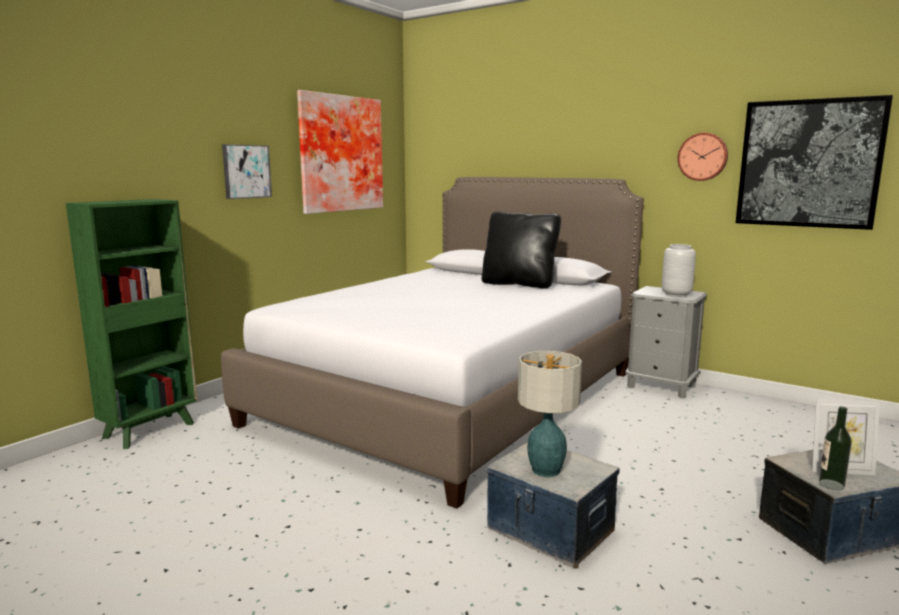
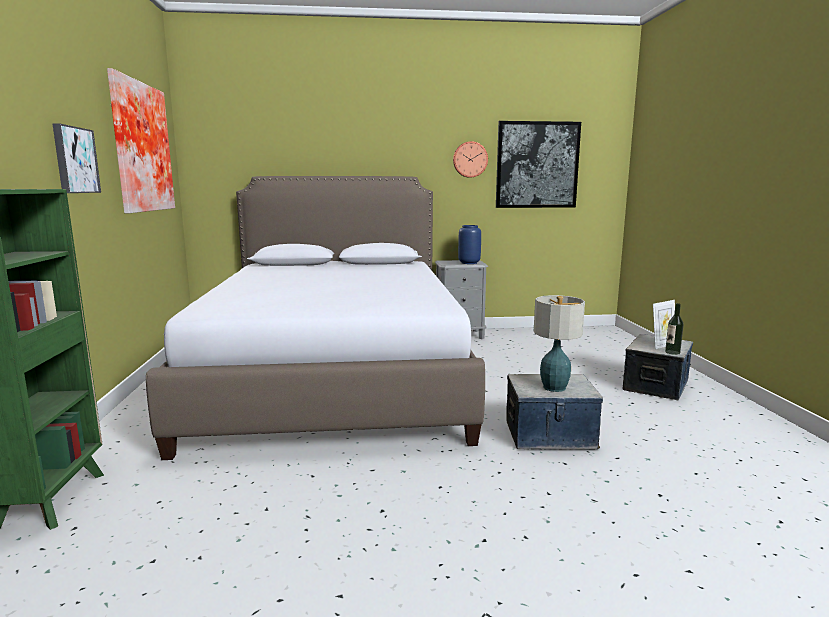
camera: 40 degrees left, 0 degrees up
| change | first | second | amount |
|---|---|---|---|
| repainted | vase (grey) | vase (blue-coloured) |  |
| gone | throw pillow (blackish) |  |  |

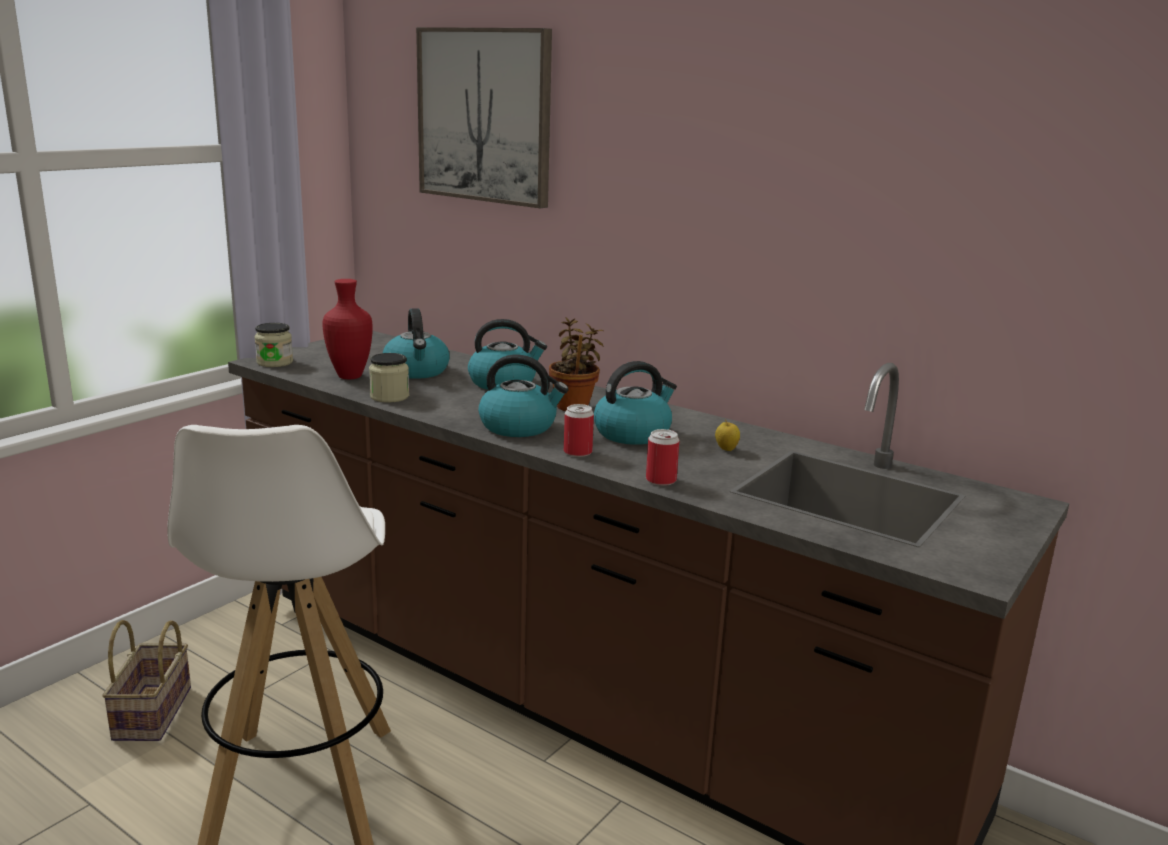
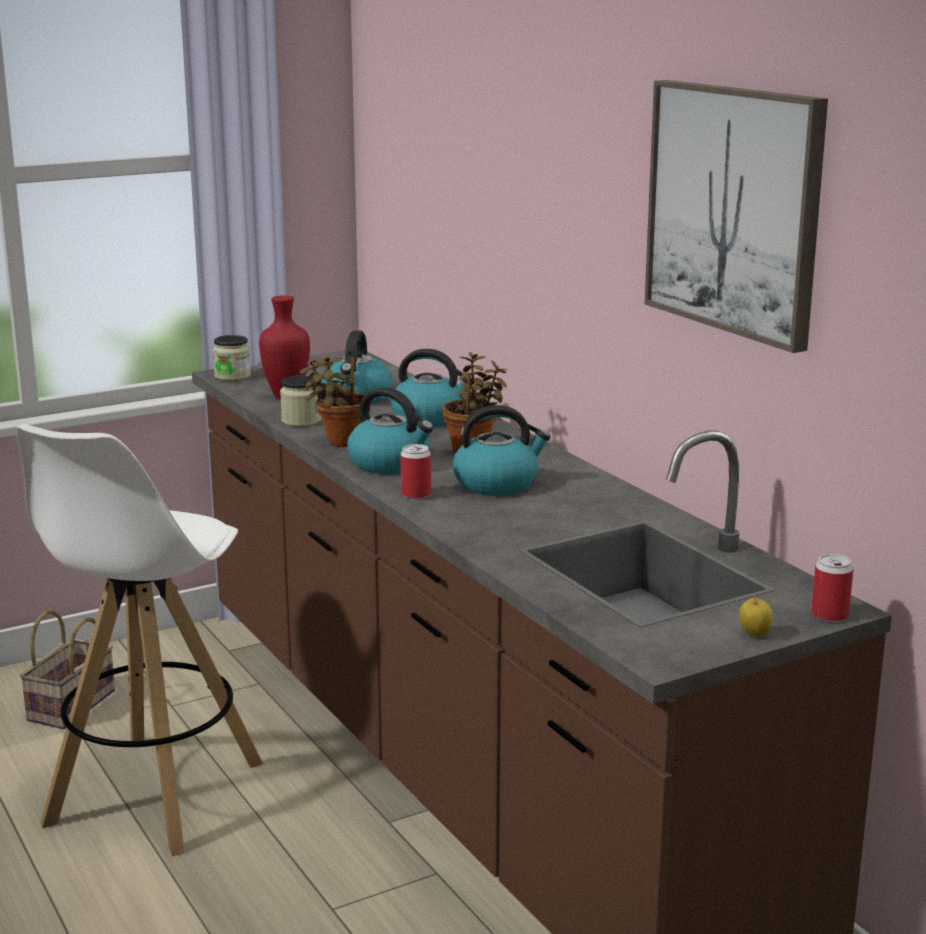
camera: 25 degrees right, 0 degrees up
| change | first | second | amount |
|---|---|---|---|
| new |  | plant in a pot (no. 1 from left) |  |
| shifted | wall picture |  |  |
| shifted | apple fruit |  |  |
| shifted | can (no. 2 from left) |  |  |

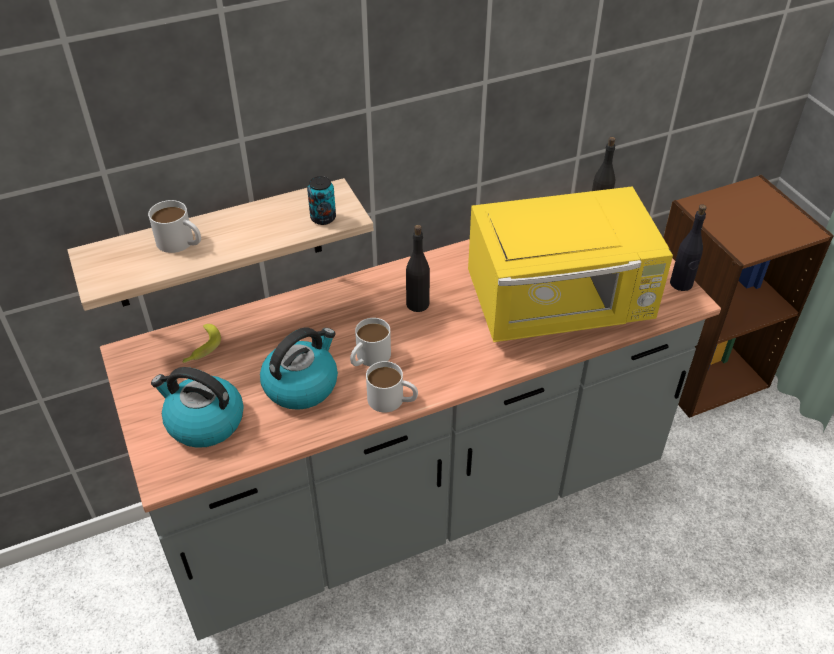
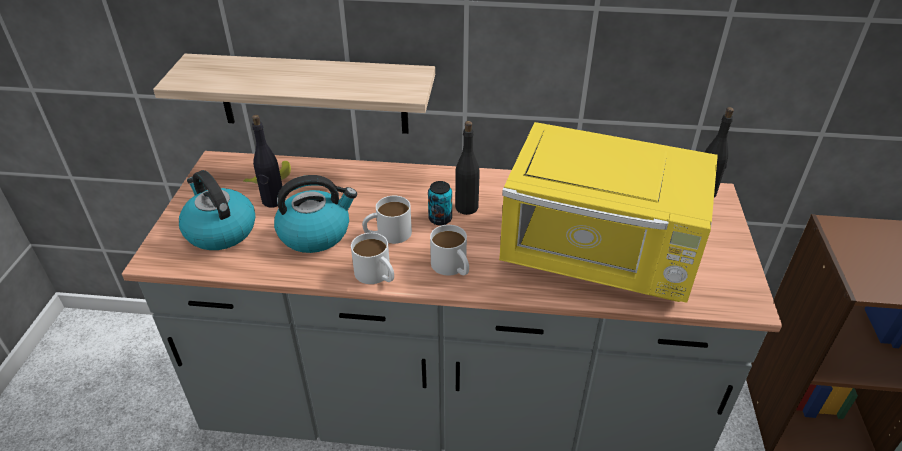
camera: 30 degrees right, 5 degrees down
| change | first | second | amount |
|---|---|---|---|
| shifted | beverage bottle (blackish) (no. 3 from left in the first image) | beverage bottle (blackish) (no. 1 from left) |  |
| shifted | can |  |  |
| shifted | coffee mug (whitish) (no. 1 from left in the first image) | coffee mug (whitish) (no. 3 from left) |  |

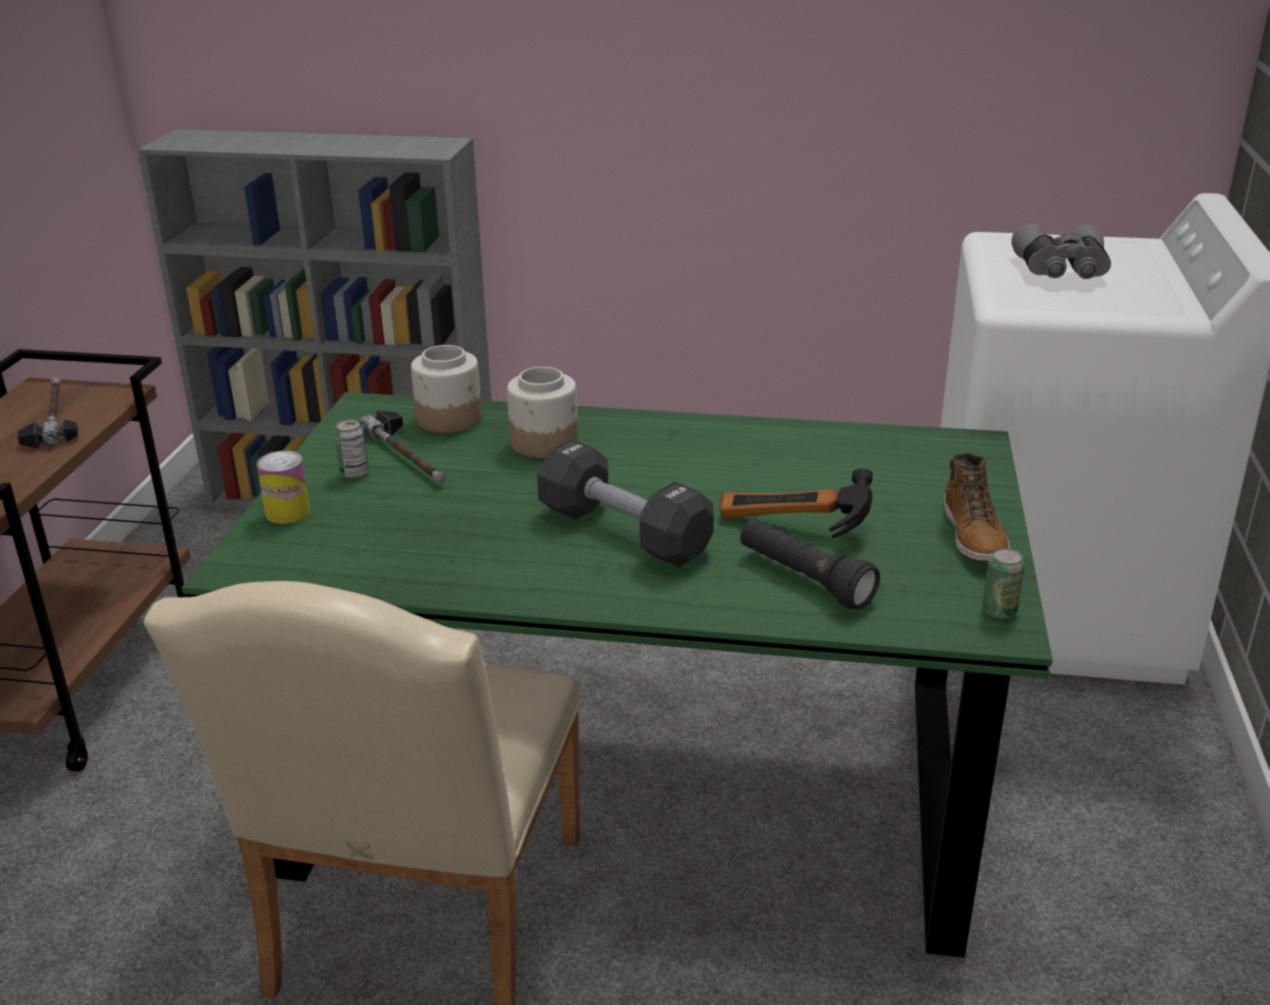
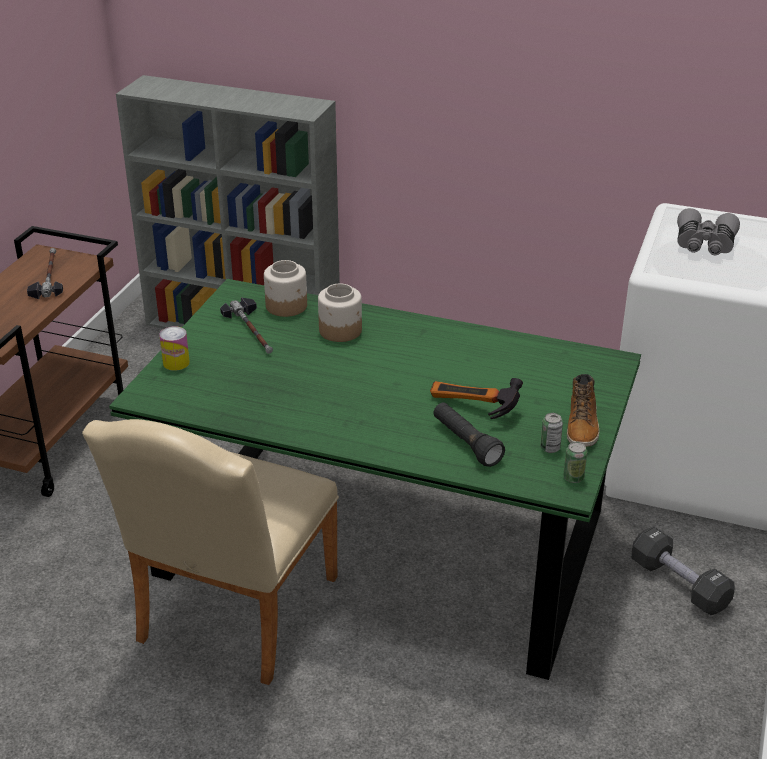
camera: 10 degrees right, 5 degrees up
| change | first | second | amount |
|---|---|---|---|
| shifted | can (no. 2 from left) |  |  |
| shifted | free weight (blackish) |  |  |

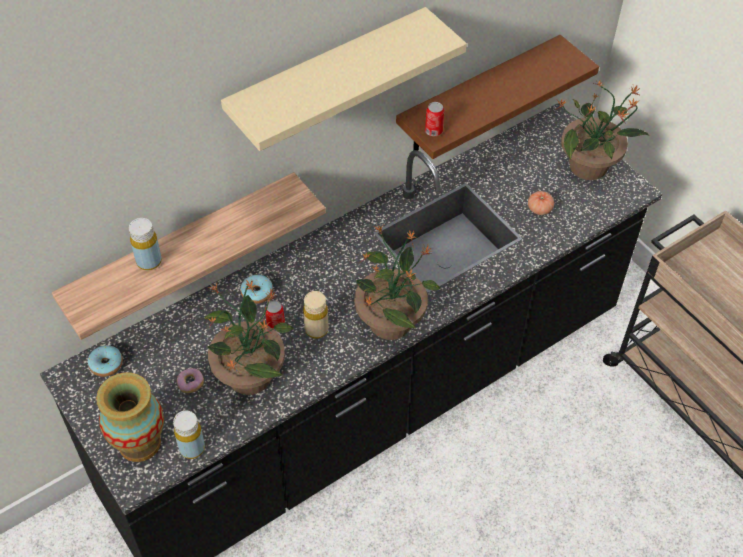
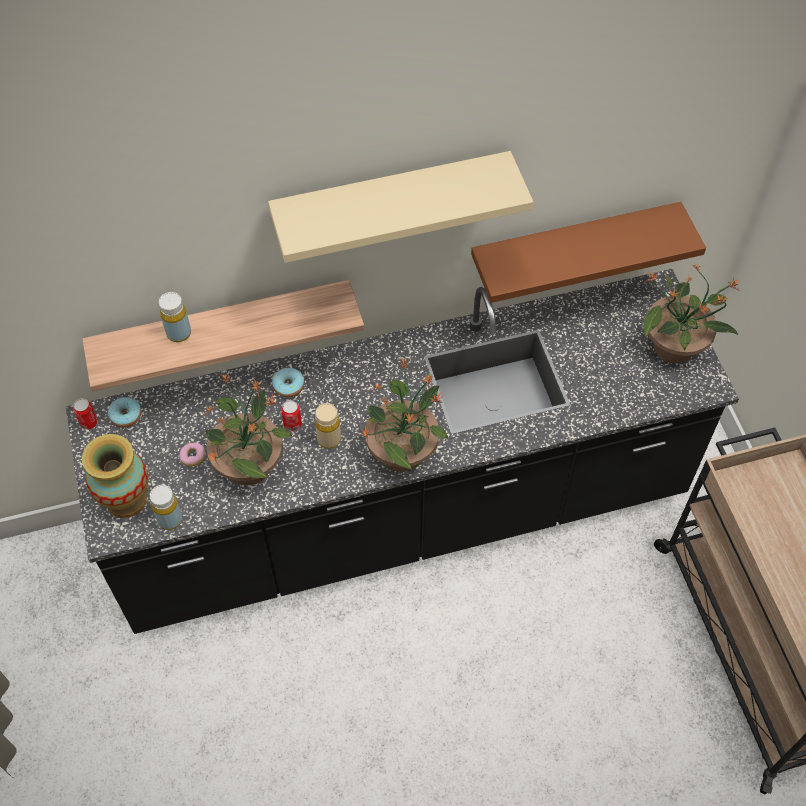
camera: 20 degrees right, 5 degrees up
| change | first | second | amount |
|---|---|---|---|
| shifted | can (no. 2 from left in the first image) | can (no. 1 from left) |  |
| gone | fresh tomato |  |  |

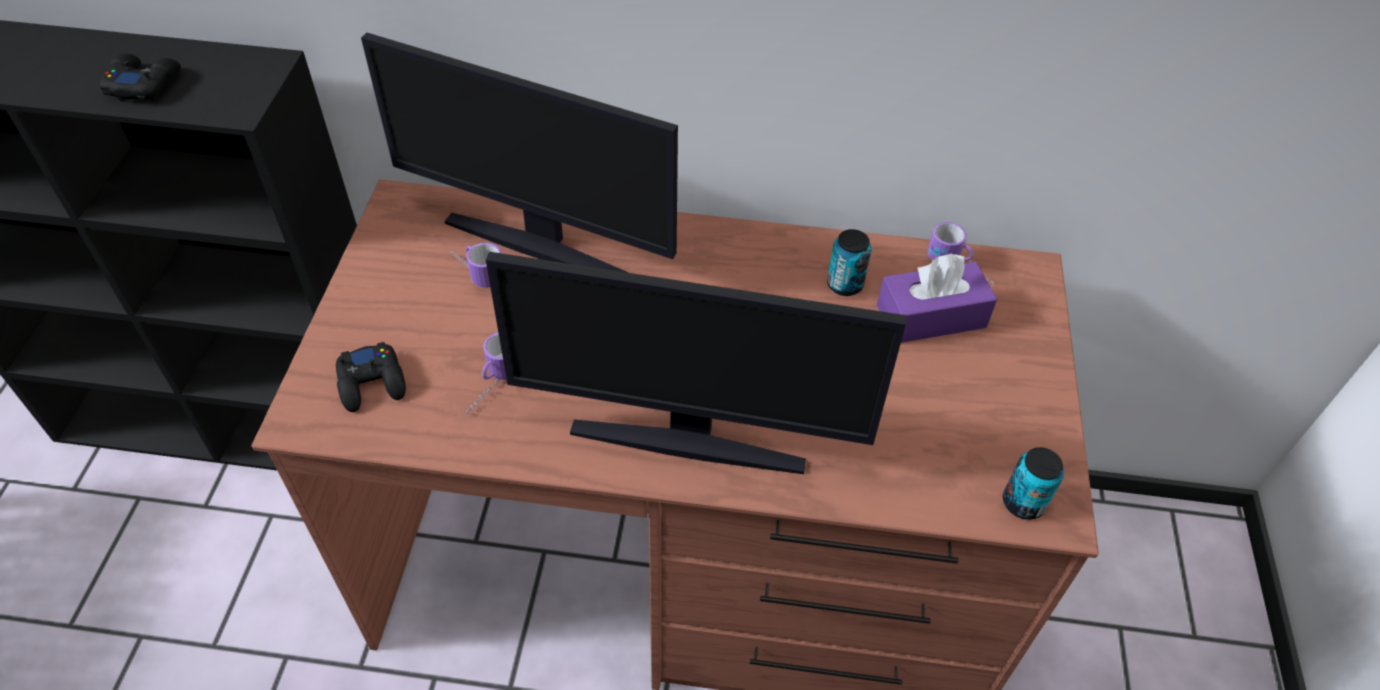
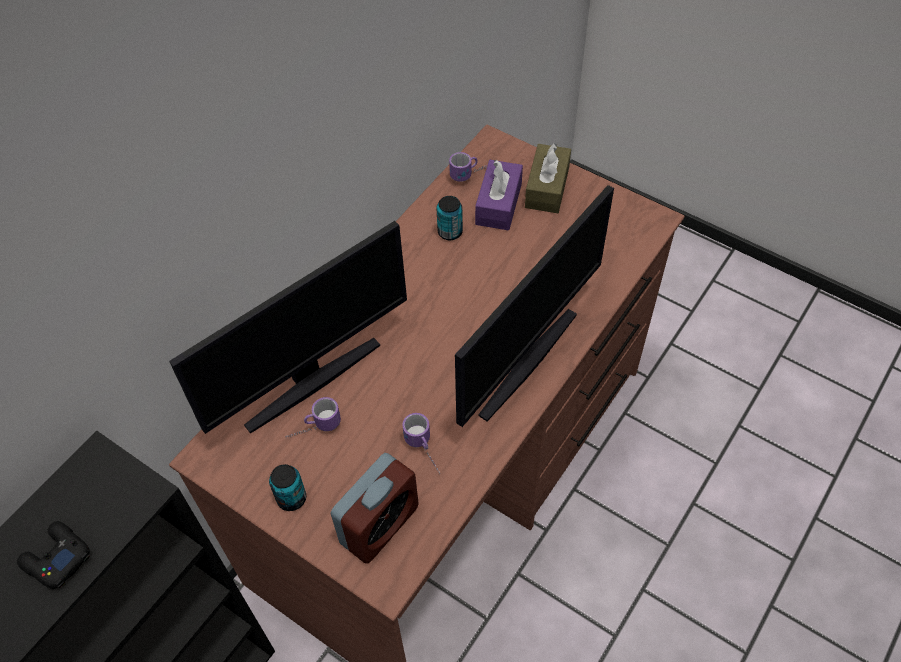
camera: 60 degrees left, 5 degrees up
| change | first | second | amount |
|---|---|---|---|
| shifted | can (no. 2 from left in the first image) | can (no. 1 from left) |  |
| swapped | game controller (blackish) (no. 2 from left) | table clock |  |
| new |  | tissue box (brown-coloured) |  |

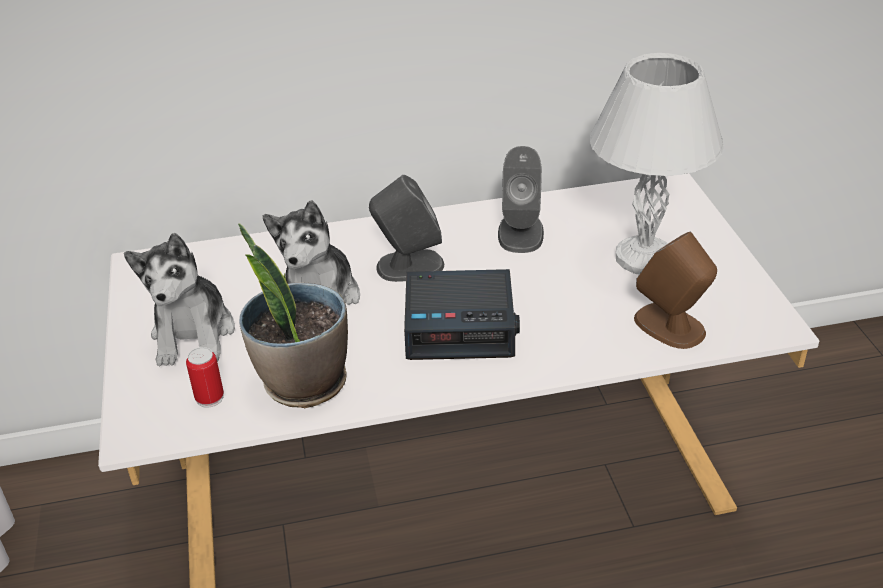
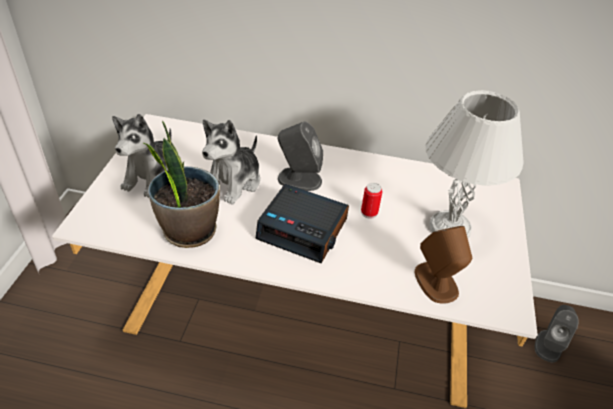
camera: 20 degrees right, 5 degrees up
| change | first | second | amount |
|---|---|---|---|
| shifted | can |  |  |
| shifted | loudspeaker (grey) (no. 2 from left) |  |  |

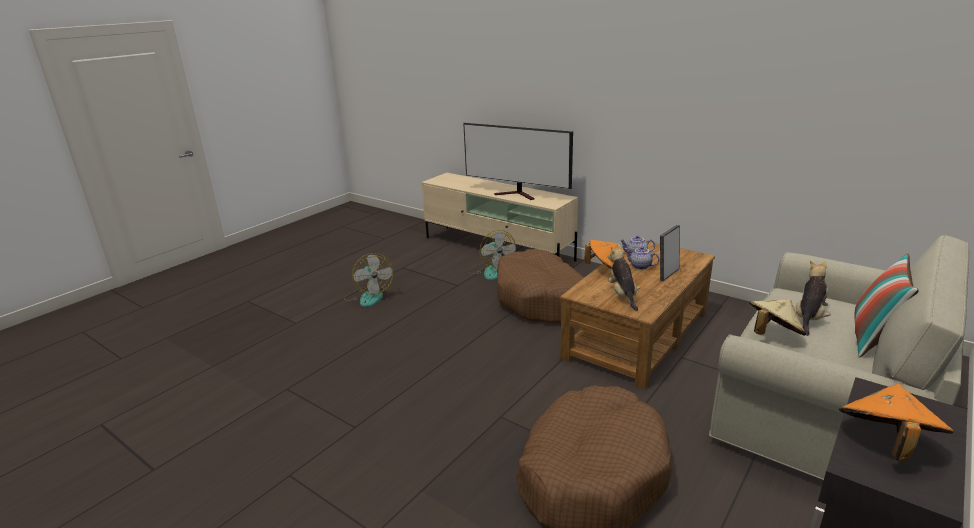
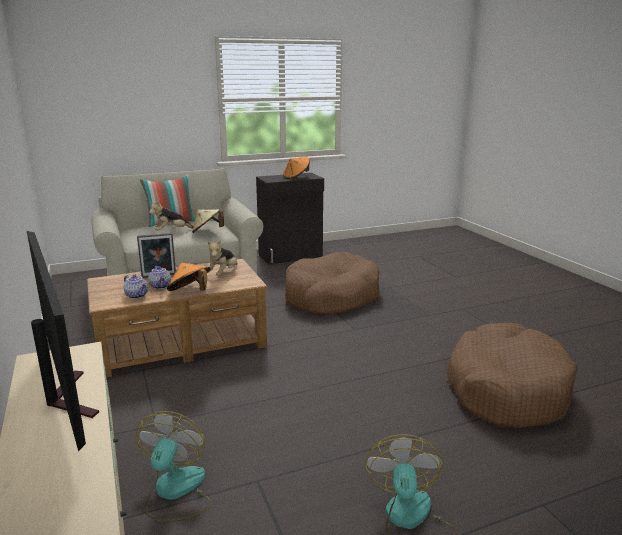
camera: 150 degrees left, 5 degrees down
| change | first | second | amount |
|---|---|---|---|
| shifted | pet bed (brown-coloured) (no. 1 from left in the first image) | pet bed (brown-coloured) (no. 2 from left) |  |

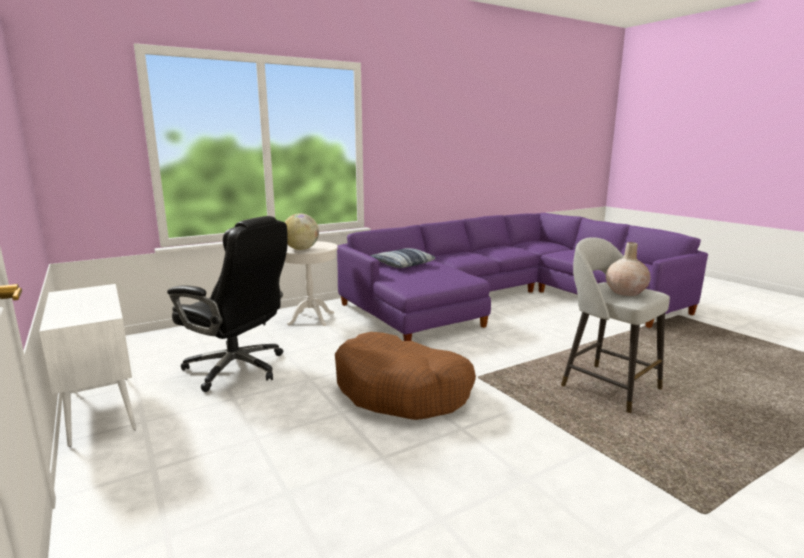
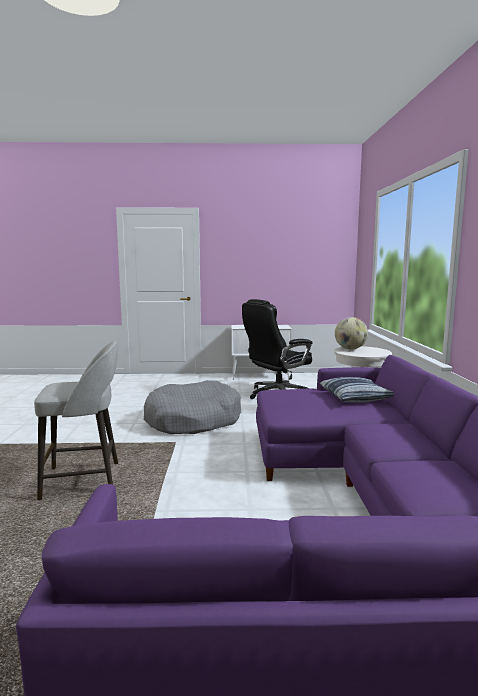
camera: 120 degrees right, 5 degrees down
| change | first | second | amount |
|---|---|---|---|
| repainted | pet bed (brown-coloured) | pet bed (grey) |  |
| gone | vase (beige) |  |  |

